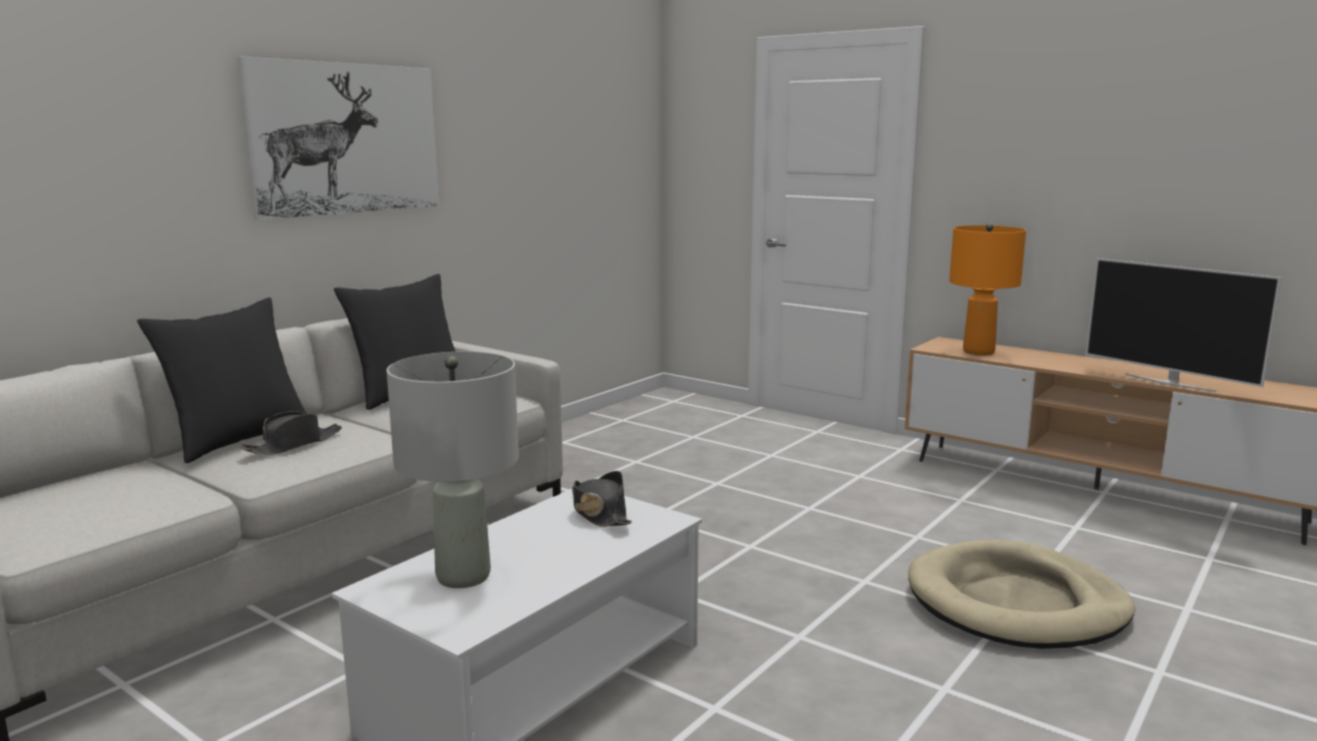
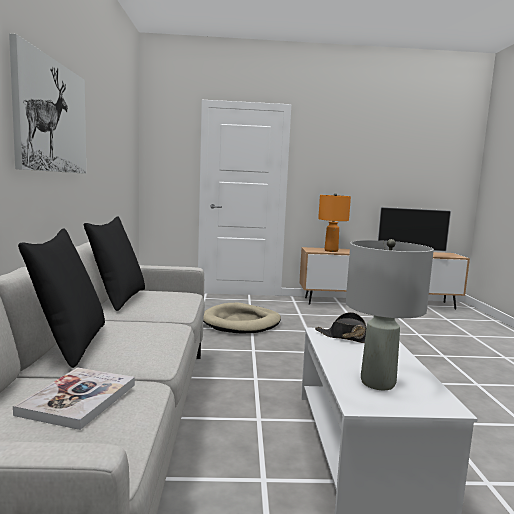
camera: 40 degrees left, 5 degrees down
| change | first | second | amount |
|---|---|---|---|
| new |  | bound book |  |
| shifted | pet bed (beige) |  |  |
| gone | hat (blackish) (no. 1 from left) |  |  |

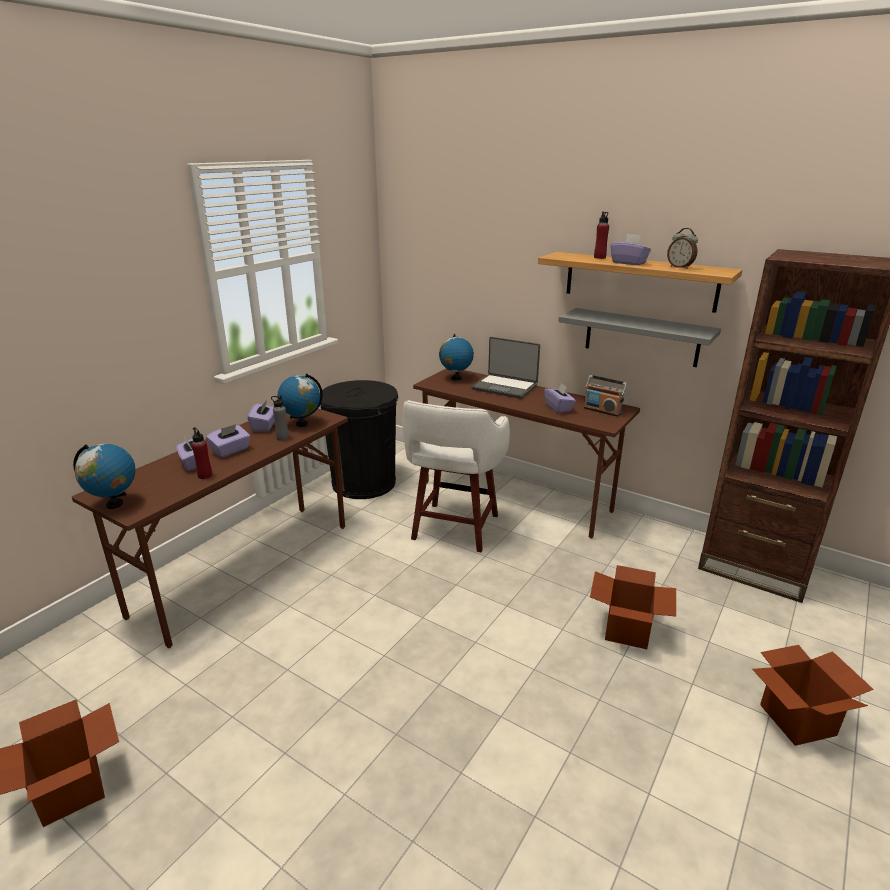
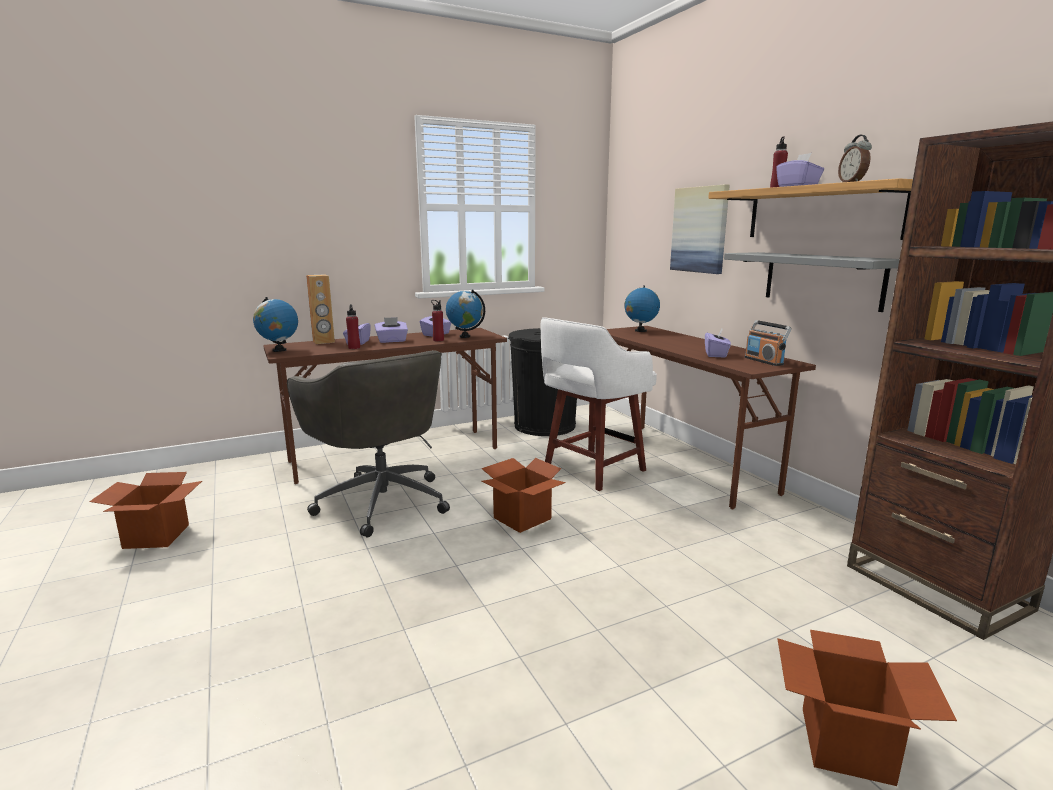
camera: 30 degrees right, 10 degrees down
| change | first | second | amount |
|---|---|---|---|
| new |  | desk chair (grey) |  |
| new |  | loudspeaker (brown-coloured) |  |
| repainted | beverage bottle (grey) | beverage bottle (red) (no. 2 from left) |  |
| shifted | cardboard box (no. 2 from left) |  |  |
| new |  | wall picture |  |
| gone | laptop |  |  |

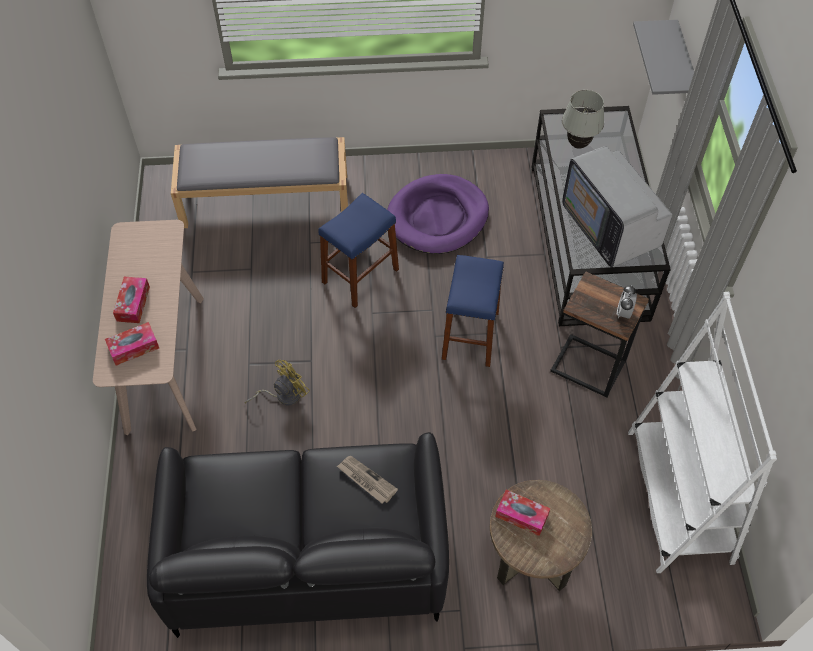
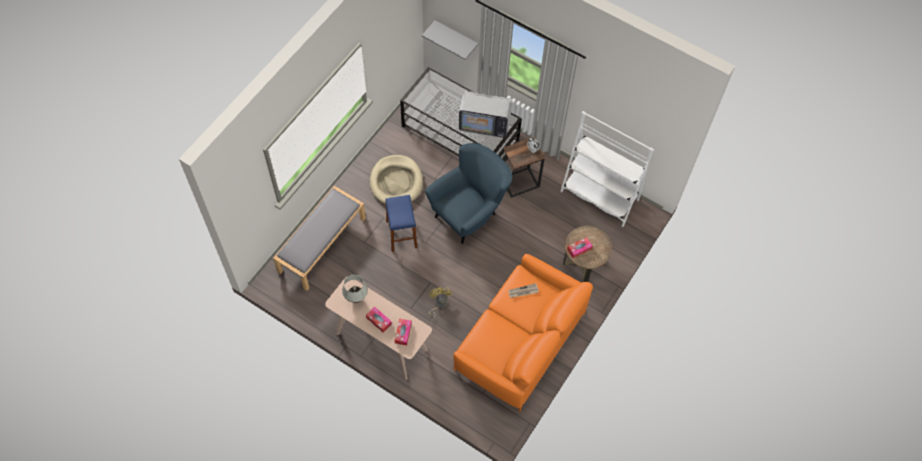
camera: 55 degrees left, 5 degrees up
| change | first | second | amount |
|---|---|---|---|
| shifted | tabletop lamp (whitish) |  |  |
| repainted | pet bed (purple-coloured) | pet bed (beige) |  |
| swapped | stool seat (blue-coloured) (no. 2 from left) | easy chair (blue-coloured) |  |
| repainted | sofa (blackish) | sofa (orangey) |  |

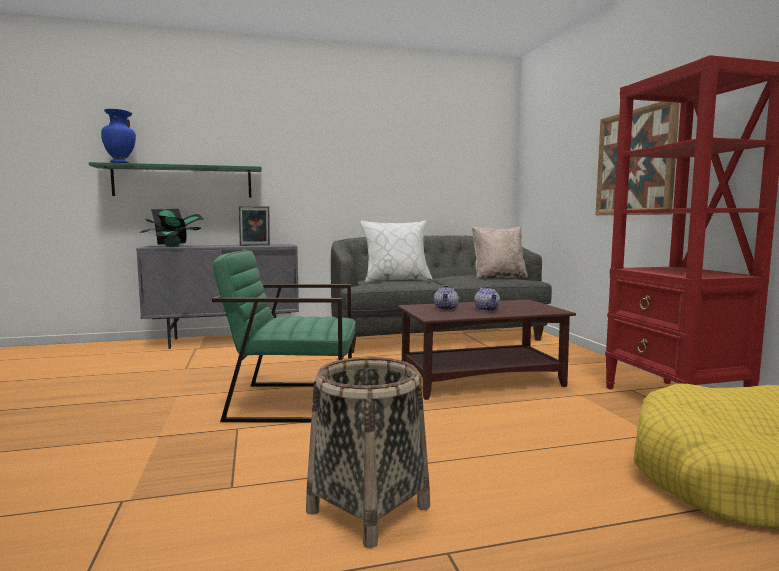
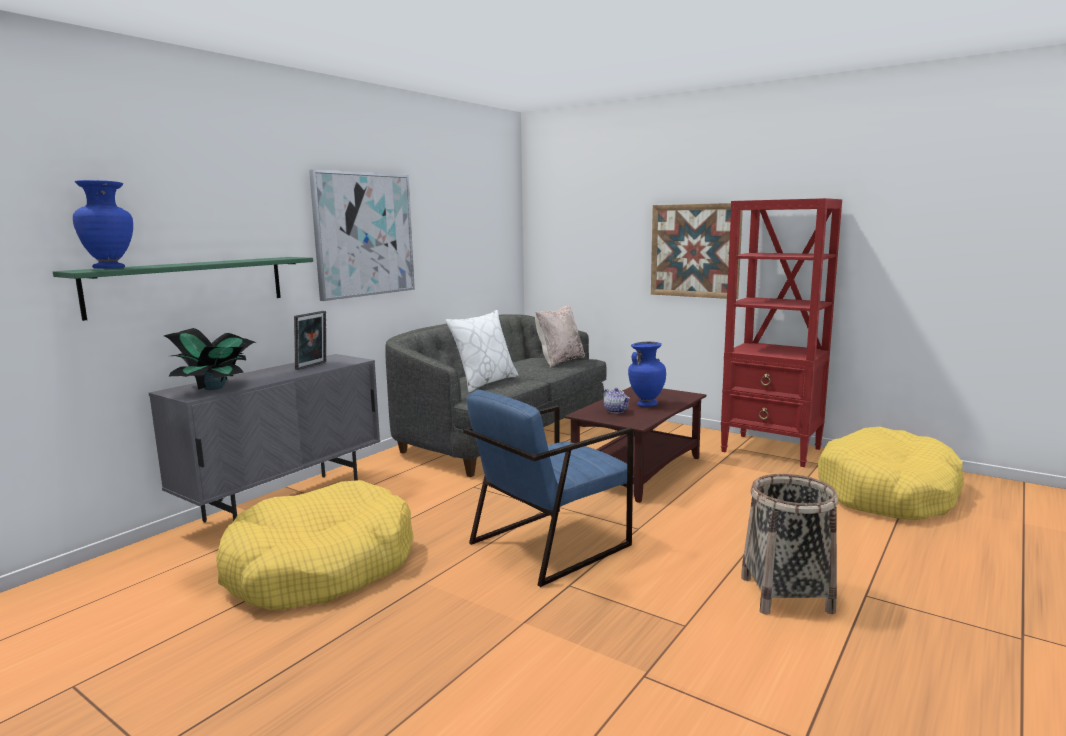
camera: 40 degrees left, 5 degrees up
| change | first | second | amount |
|---|---|---|---|
| new |  | pet bed (yellow-coloured) (no. 1 from left) |  |
| new |  | wall picture (no. 1 from left) |  |
| repainted | easy chair (green) | easy chair (blue-coloured) |  |
| swapped | teapot (no. 2 from left) | vase (blue-coloured) (no. 2 from left) |  |

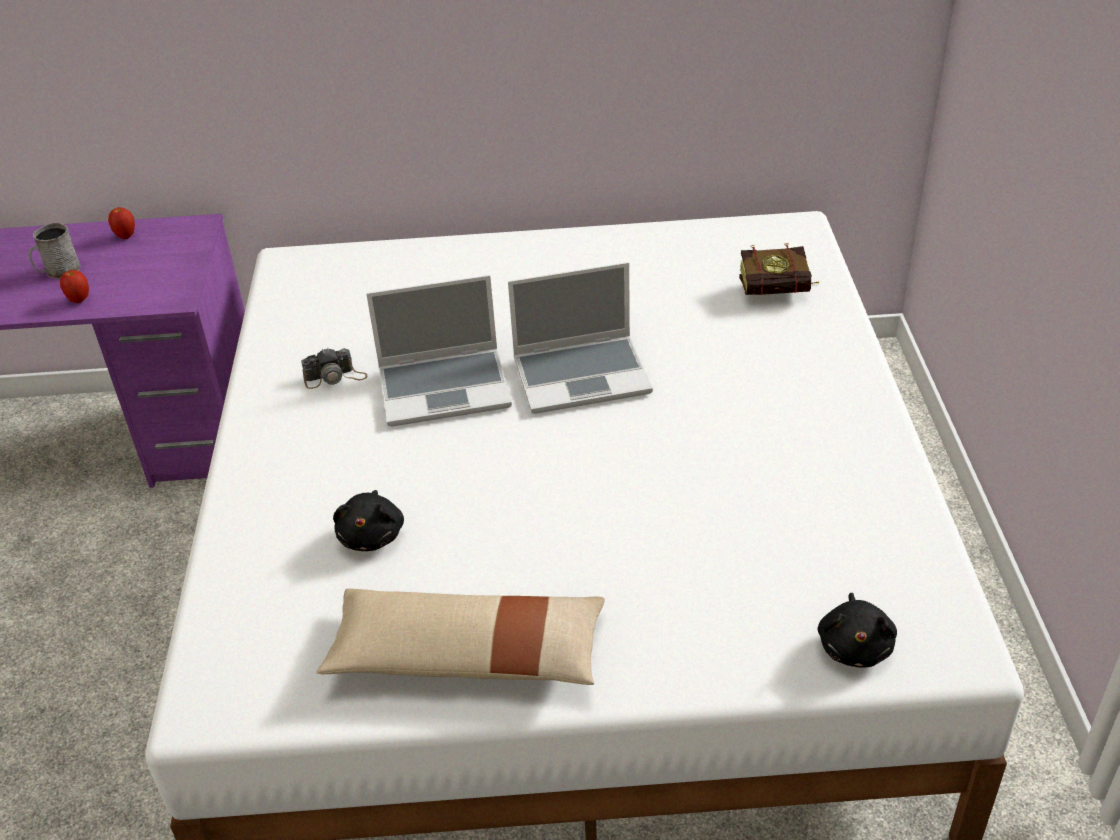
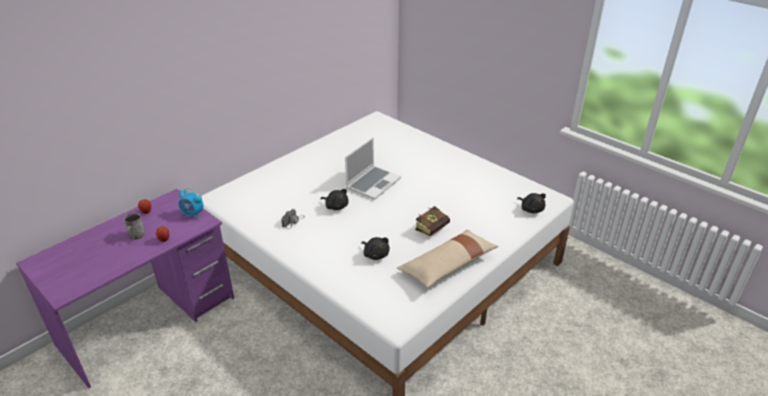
camera: 45 degrees left, 5 degrees down
| change | first | second | amount |
|---|---|---|---|
| new |  | table clock |  |
| swapped | laptop (no. 1 from left) | soft toy (blackish) (no. 1 from left) |  |
| shifted | bound book |  |  |

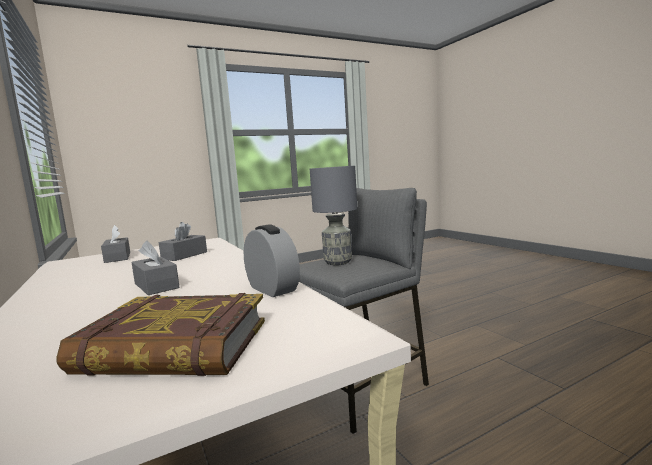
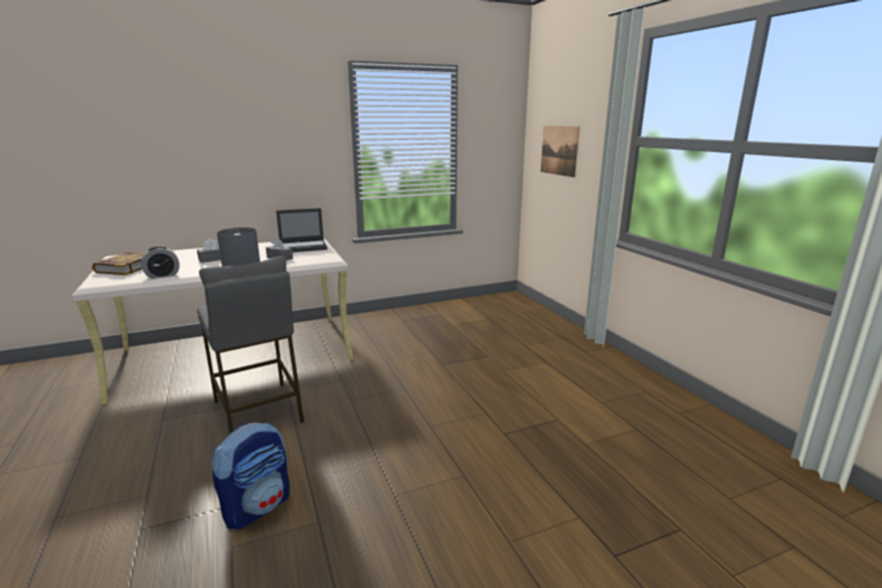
camera: 95 degrees right, 10 degrees up
| change | first | second | amount |
|---|---|---|---|
| new |  | knapsack |  |
| swapped | tissue box (grey) (no. 1 from left) | laptop |  |
| new |  | wall picture |  |

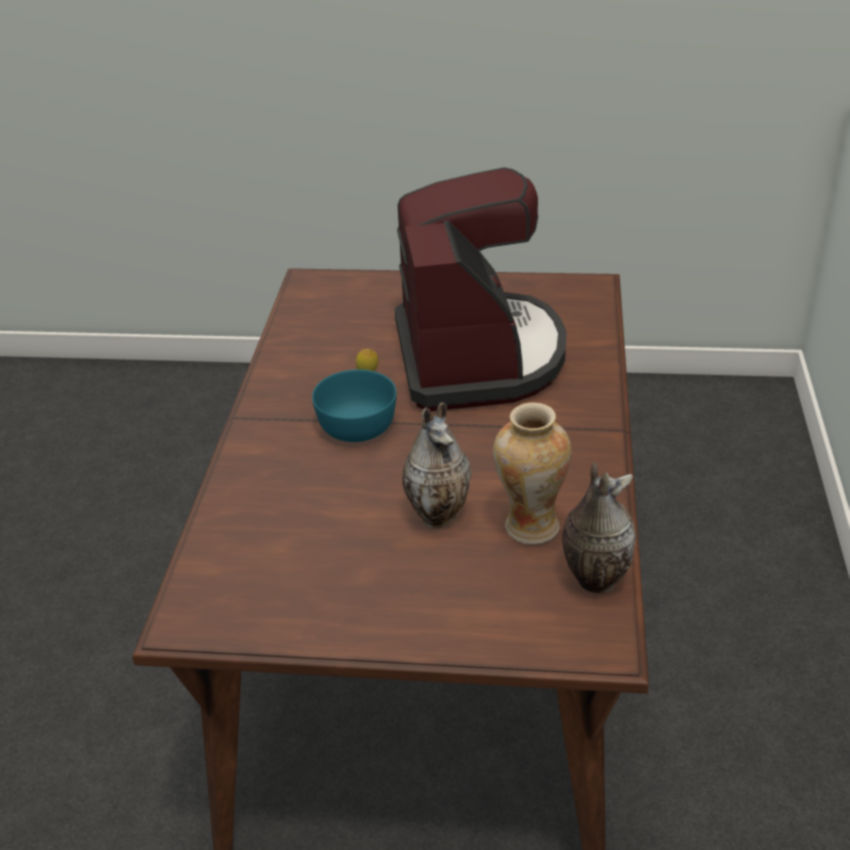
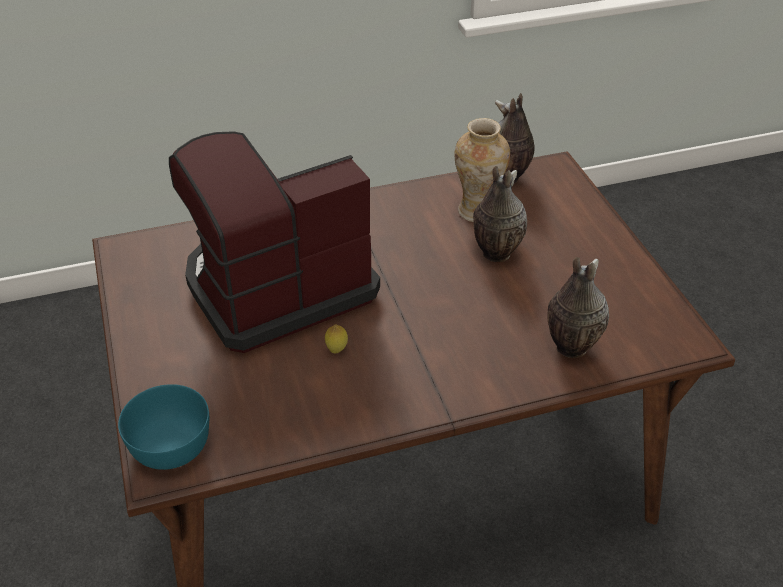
camera: 115 degrees left, 5 degrees up
| change | first | second | amount |
|---|---|---|---|
| shifted | bowl (blue-green) |  |  |
| new |  | vase (no. 4 from left) |  |

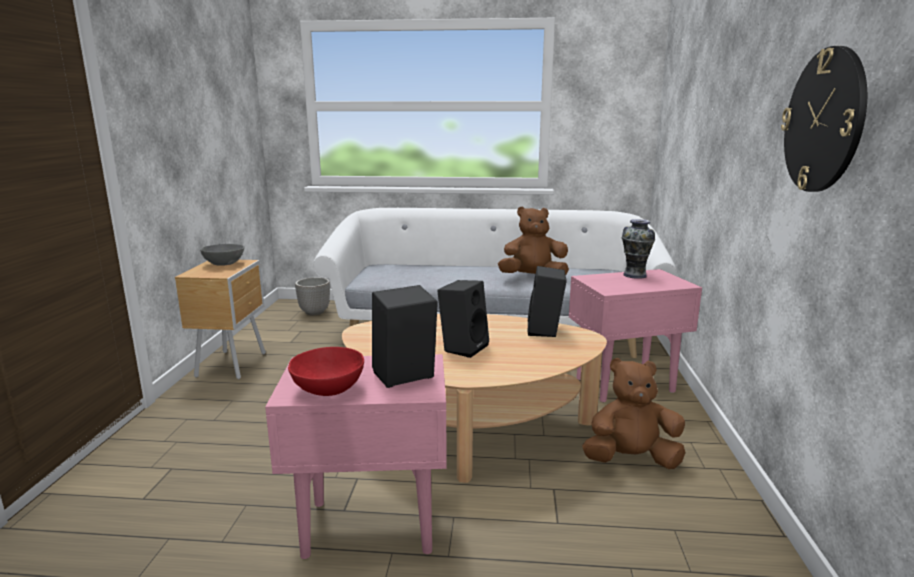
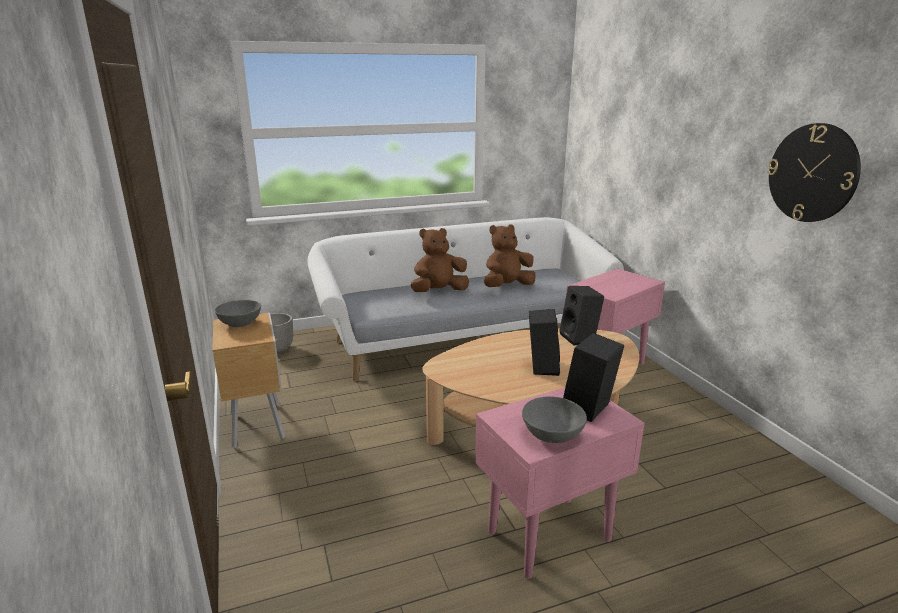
camera: 25 degrees left, 5 degrees up
| change | first | second | amount |
|---|---|---|---|
| shifted | soft toy (brown-coloured) (no. 2 from left in the first image) | soft toy (brown-coloured) (no. 1 from left) |  |
| repainted | bowl (red) | bowl (grey) (no. 2 from left) |  |
| gone | vase |  |  |

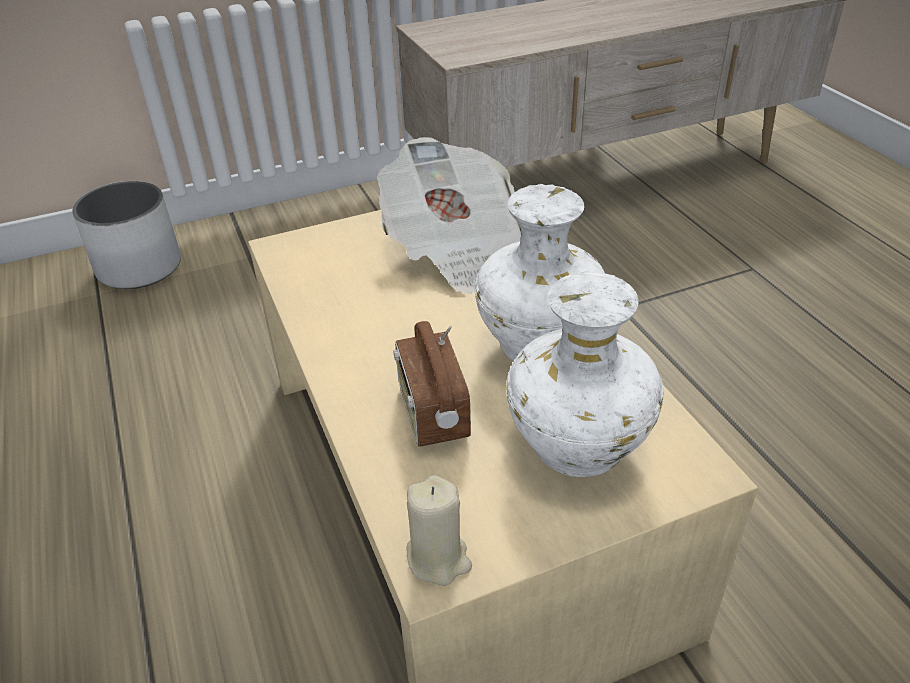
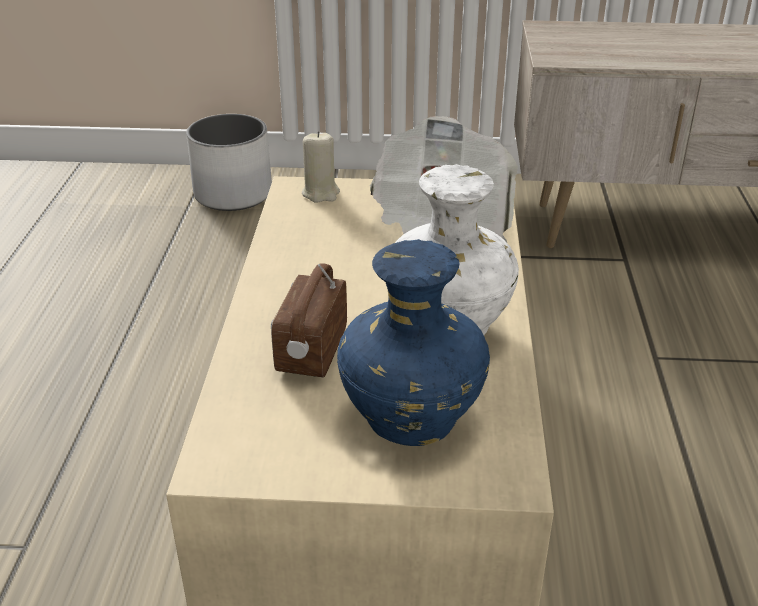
camera: 25 degrees right, 5 degrees down
| change | first | second | amount |
|---|---|---|---|
| shifted | wax candle (beige) |  |  |
| repainted | vase (whitish) (no. 2 from left) | vase (blue-coloured) |  |

